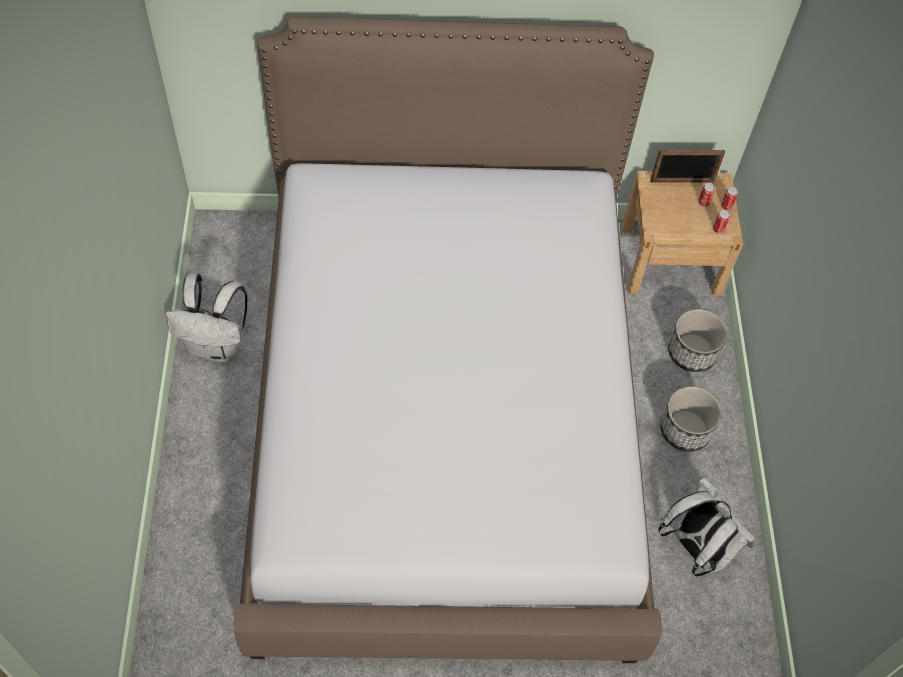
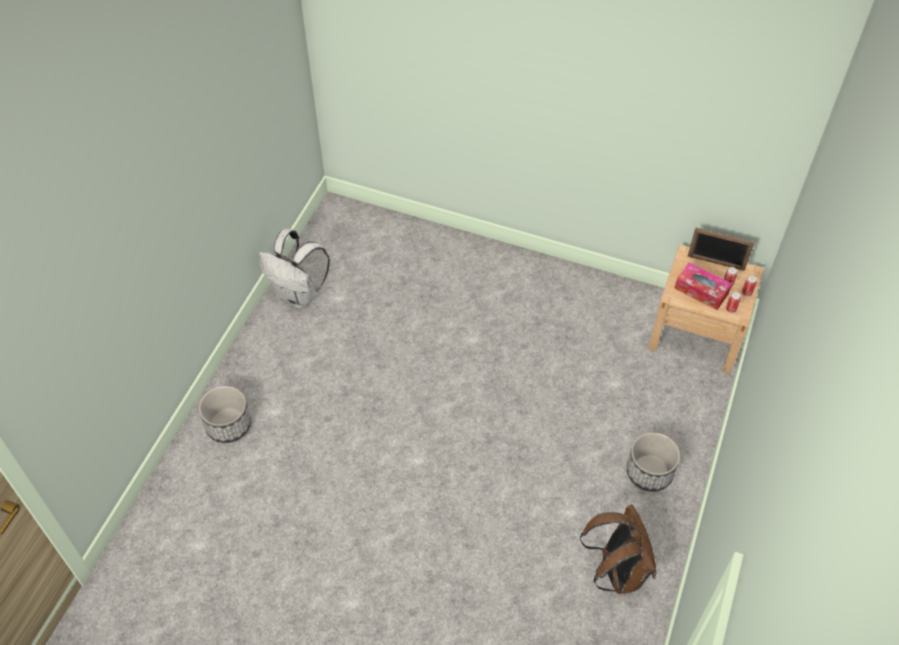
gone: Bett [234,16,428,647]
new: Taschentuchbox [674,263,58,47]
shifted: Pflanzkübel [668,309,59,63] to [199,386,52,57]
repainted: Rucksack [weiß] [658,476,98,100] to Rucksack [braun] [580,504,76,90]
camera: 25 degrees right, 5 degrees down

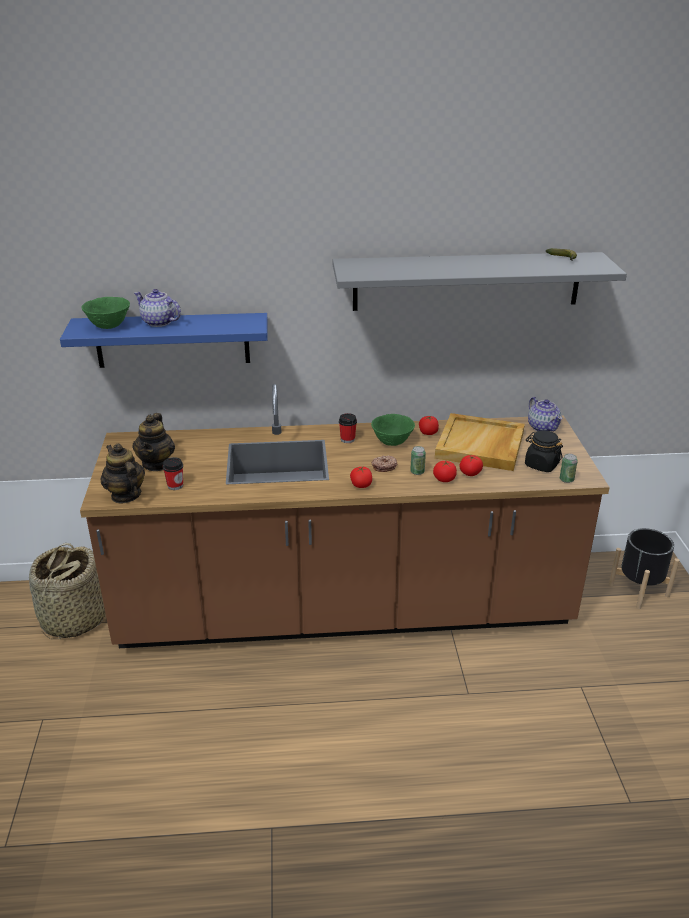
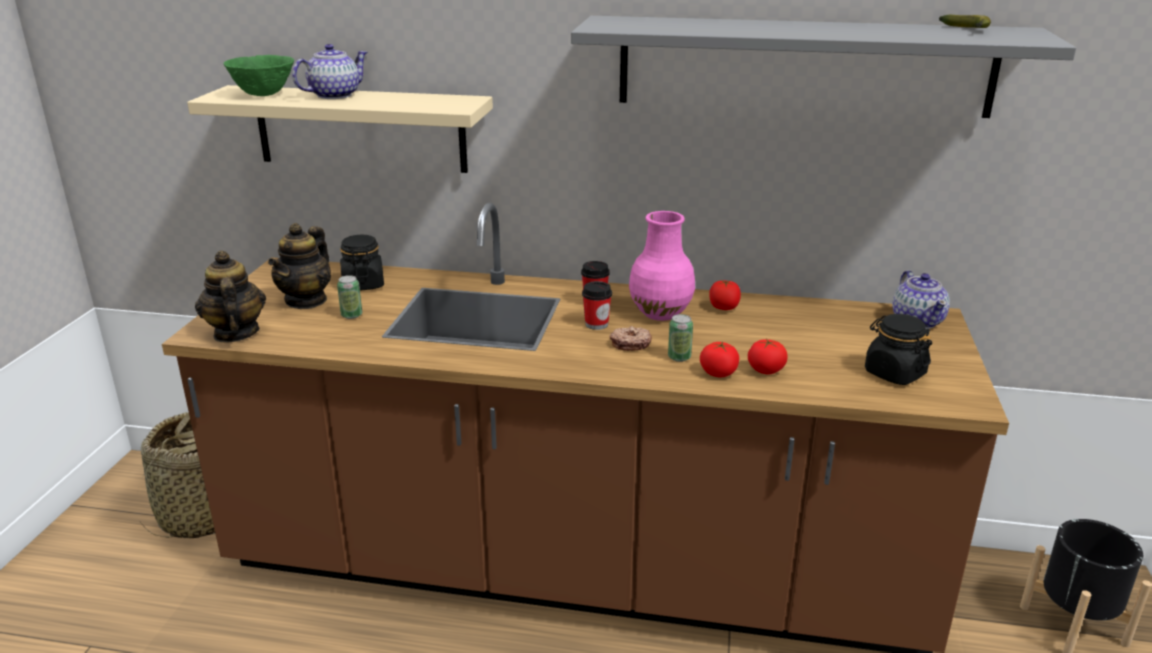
gone: Tomate [350,466,22,22]; Tablett [beige] [435,413,90,58]
new: Vorratsglas [schwarz] [340,235,44,56]
shifted: Tasse [163,457,20,33] to [582,281,30,49]; Dose [560,454,18,29] to [337,275,25,44]
swapped: Schüssel [grün] [371,414,44,32] to Vase [rosa] [629,211,66,110]
repainted: Wandregal [blau] [60,313,208,55] to Wandregal [beige] [187,85,306,88]
rotated: Teekanne [134,289,47,38] = [292,44,76,55] 90 degrees clockwise
camera: 15 degrees right, 5 degrees down

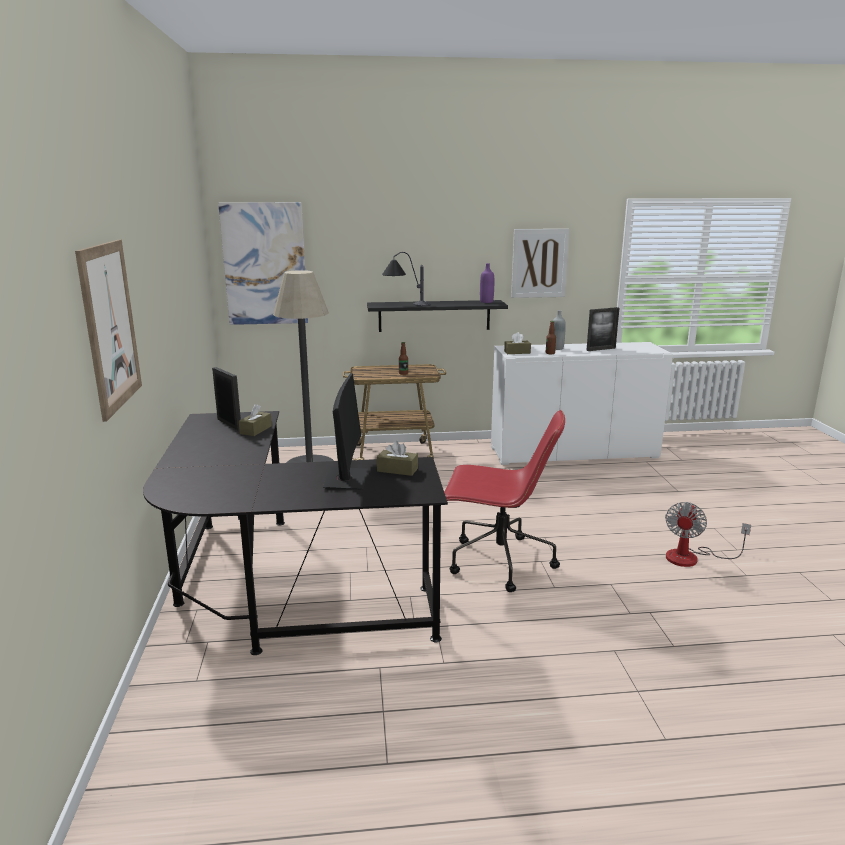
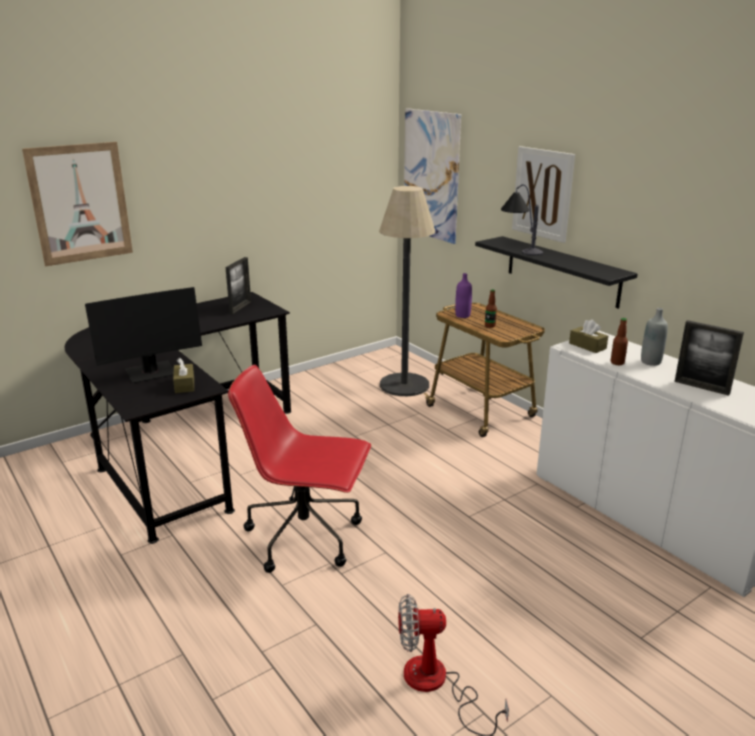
gone: Taschentuchbox [braun] [239,404,33,32]
shifted: Flasche [lila] [480,263,14,40] to [455,273,17,45]; Bild [511,229,59,69] to [512,146,63,97]
rotated: Bürostuhl [rot] [444,410,121,182] = [228,365,143,208] 120 degrees clockwise
camera: 60 degrees right, 5 degrees up

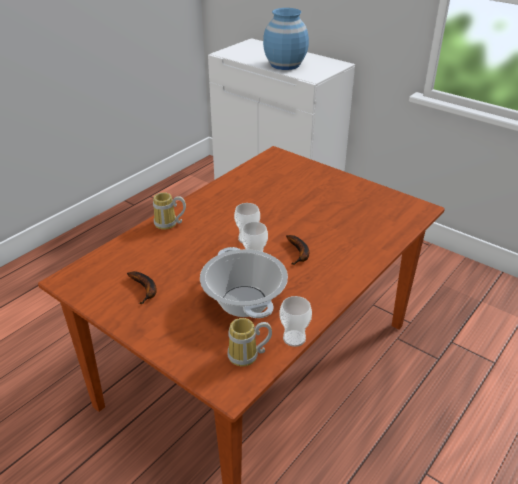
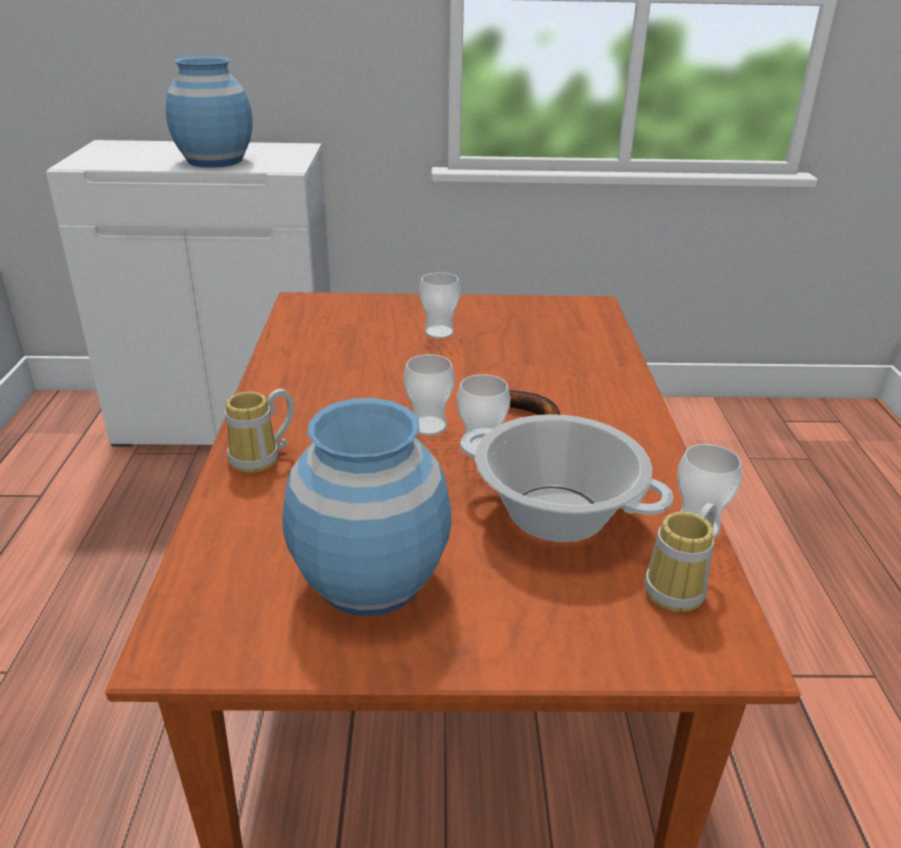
new: Tasse [419,272,41,67]
swapped: Banane [127,271,30,33] to Vase [blau] [282,398,169,218]
camera: 40 degrees left, 5 degrees down

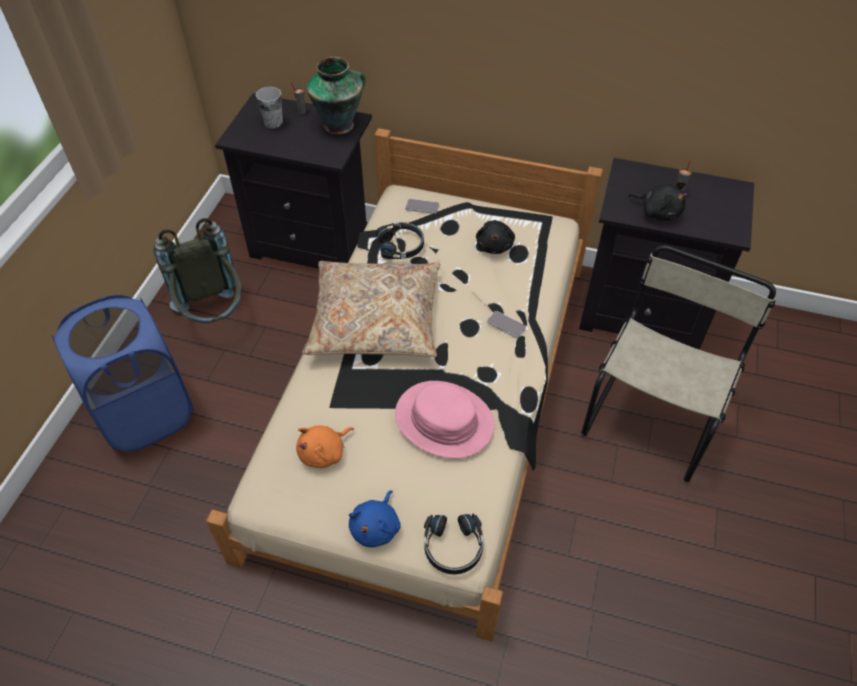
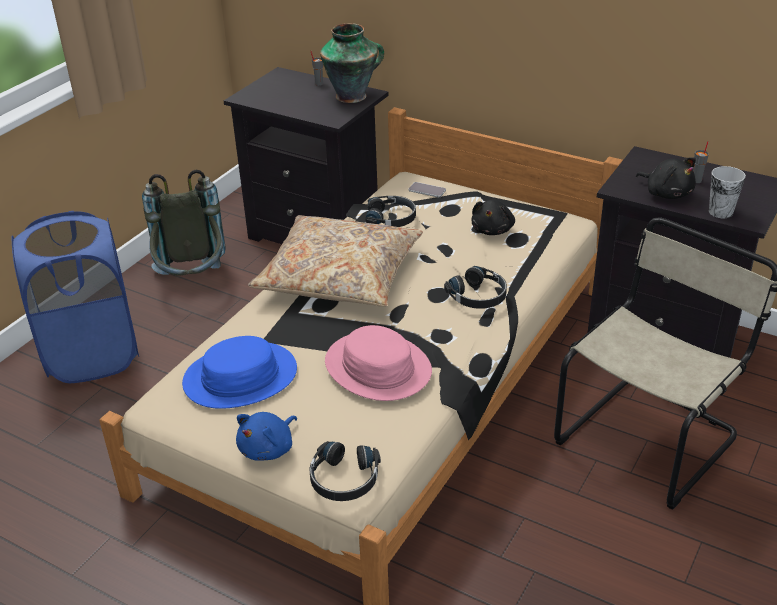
shifted: Tasse [256,87,27,41] to [709,166,37,52]
swapped: Plüschtier [orange] [296,426,58,42] to Hut [blau] [182,336,115,73]; Handy [487,311,39,27] to Kopfhörer [schwarz] [444,266,63,43]
camera: 15 degrees right, 15 degrees down

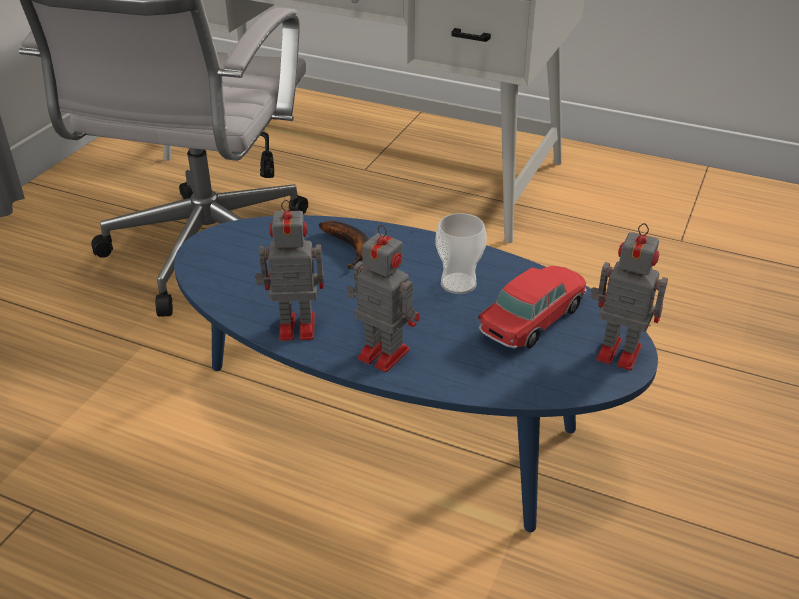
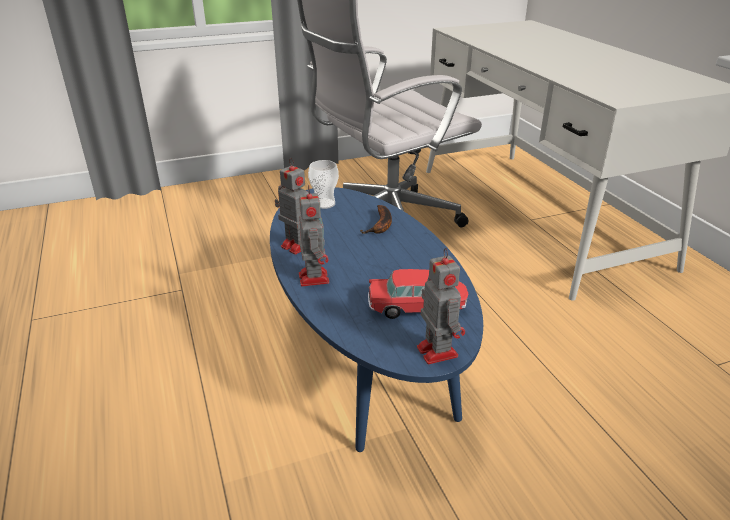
shifted: Tasse [435,213,52,81] to [308,160,31,49]
camera: 45 degrees right, 5 degrees down

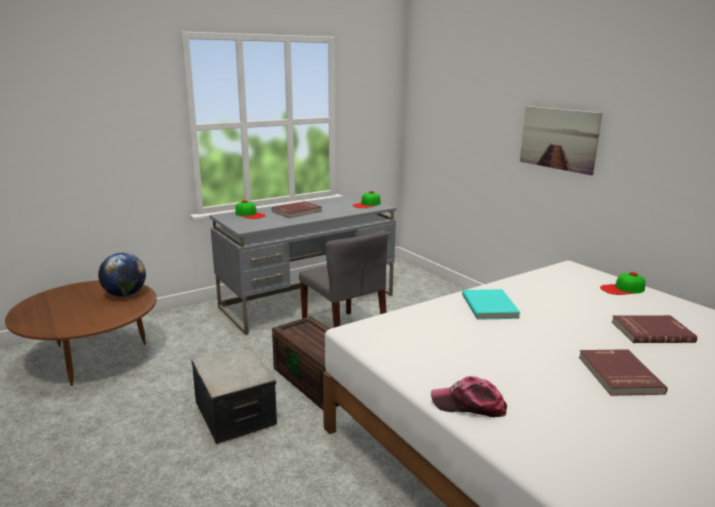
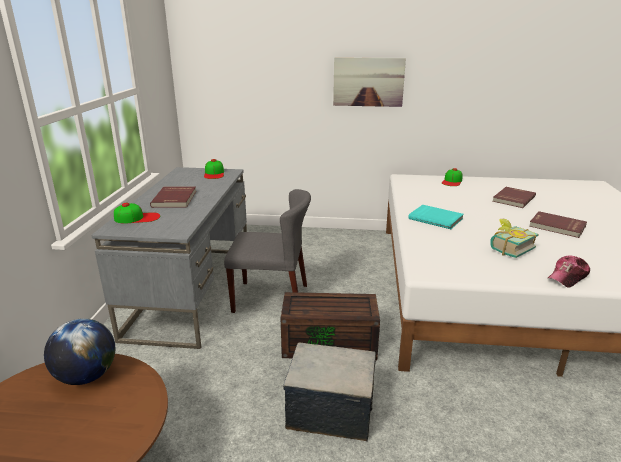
new: Buch [490,219,49,39]
camera: 50 degrees left, 5 degrees up

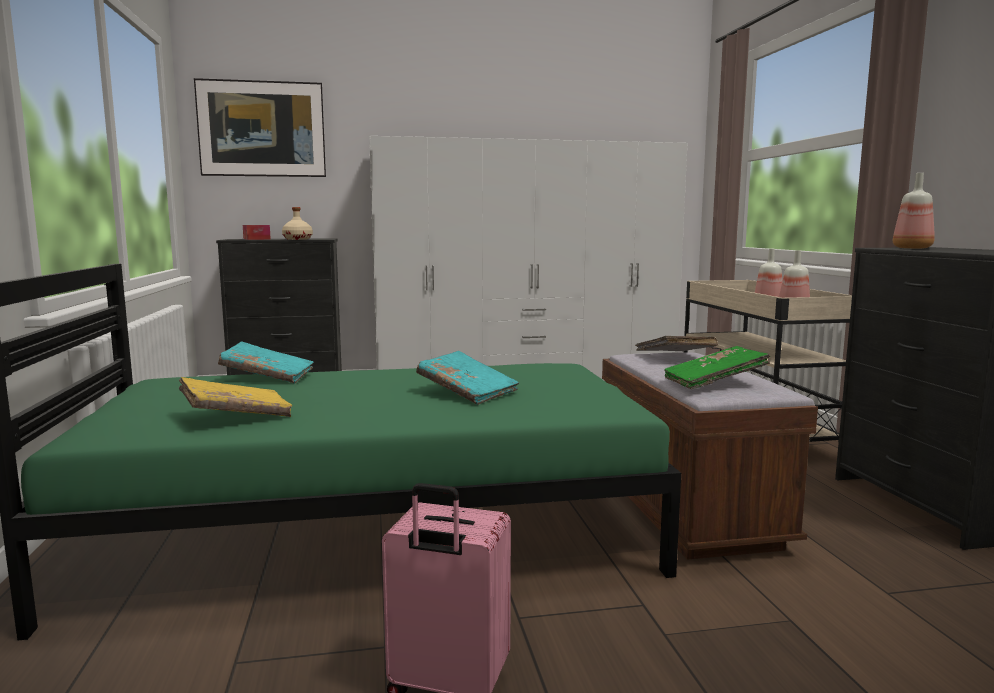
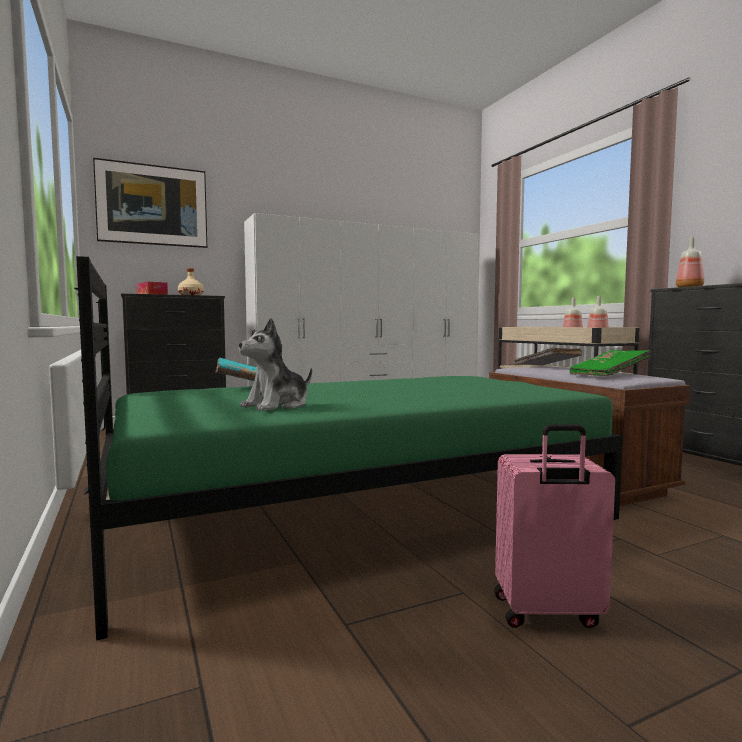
gone: Buch [türkis] [416,351,103,54]
swapped: Buch [gelb] [179,377,113,40] to Plüschtier [239,318,73,93]
camera: 15 degrees left, 5 degrees down

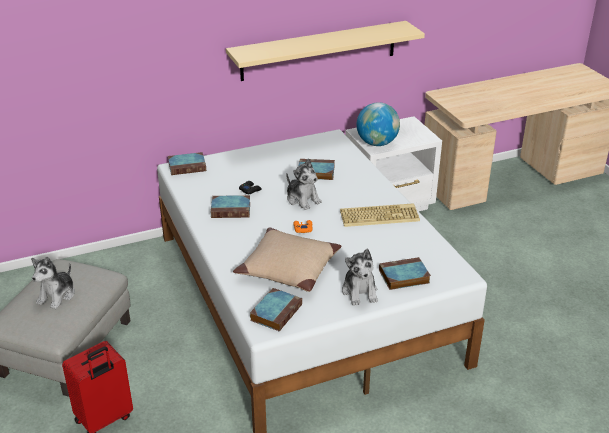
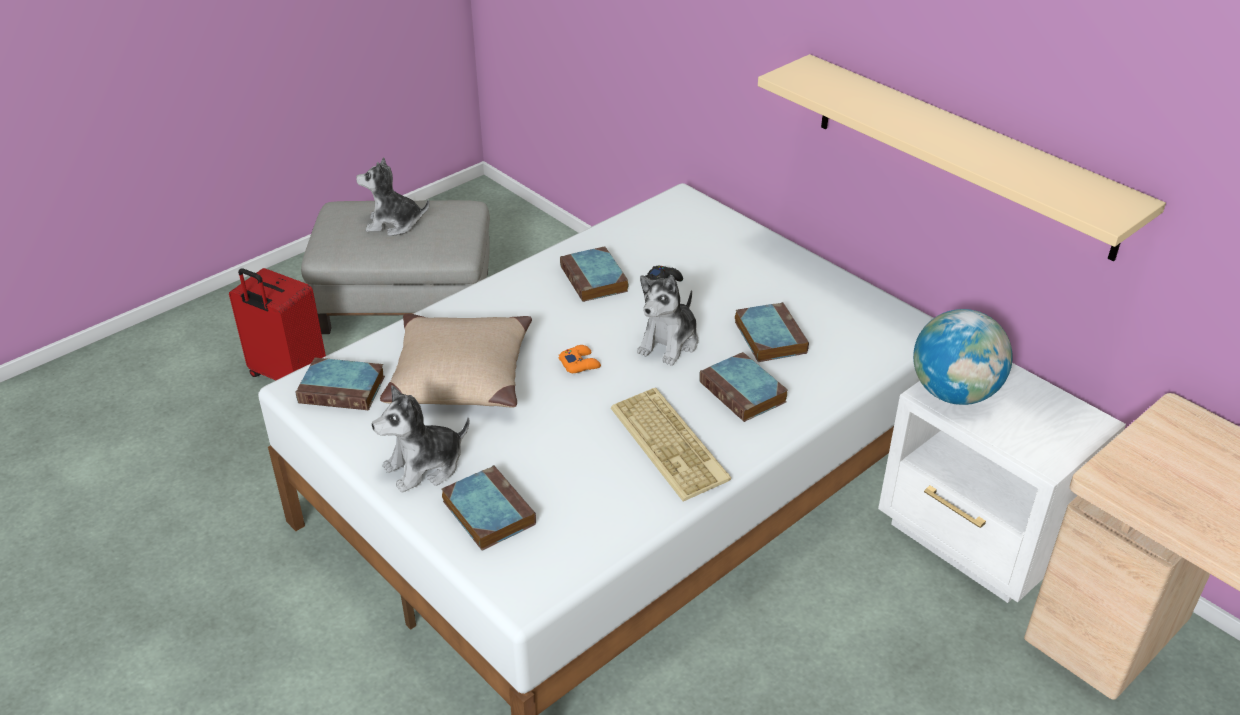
shifted: Buch [168,152,38,23] to [699,352,89,70]
camera: 70 degrees right, 5 degrees up

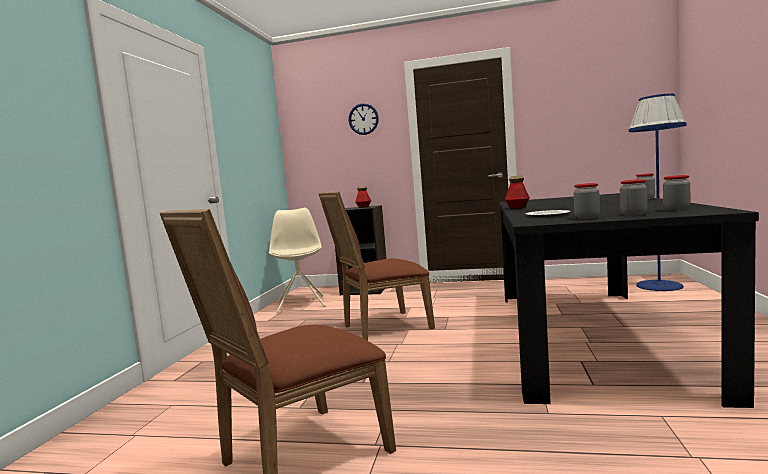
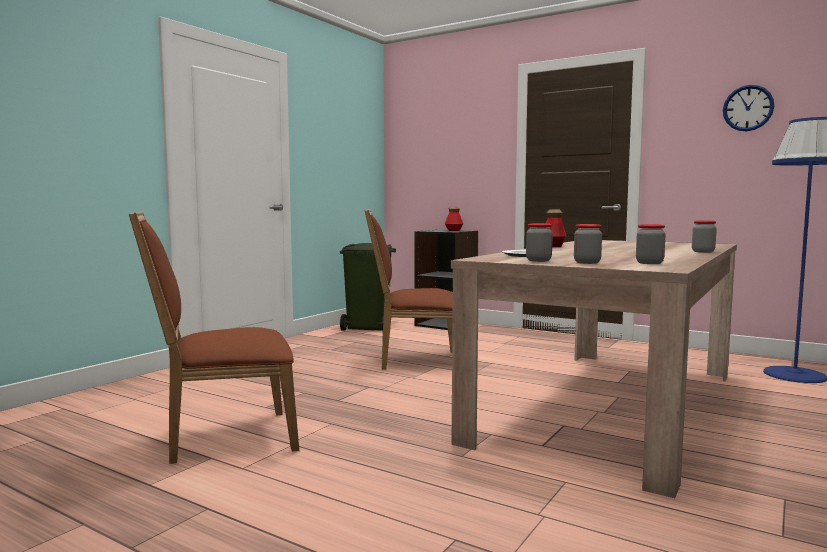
shifted: Wanduhr [349,103,30,32] to [723,85,51,46]
swapped: Stuhl [beige] [269,208,57,105] to Mülleimer [grün] [340,243,56,88]
repainted: Esstisch [schwarz] [499,193,260,215] to Esstisch [beige] [451,240,286,258]
camera: 20 degrees right, 0 degrees up

